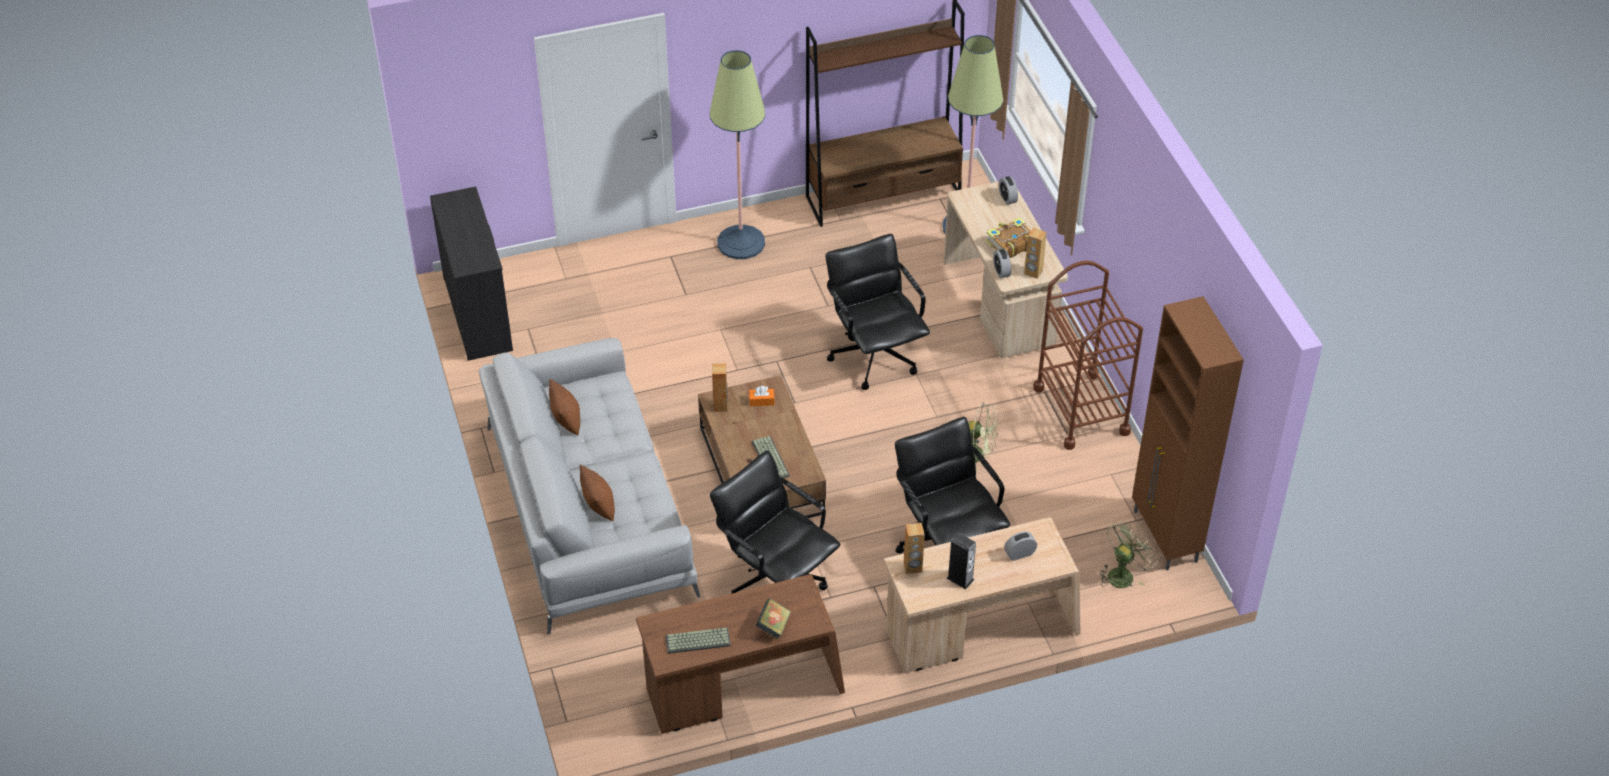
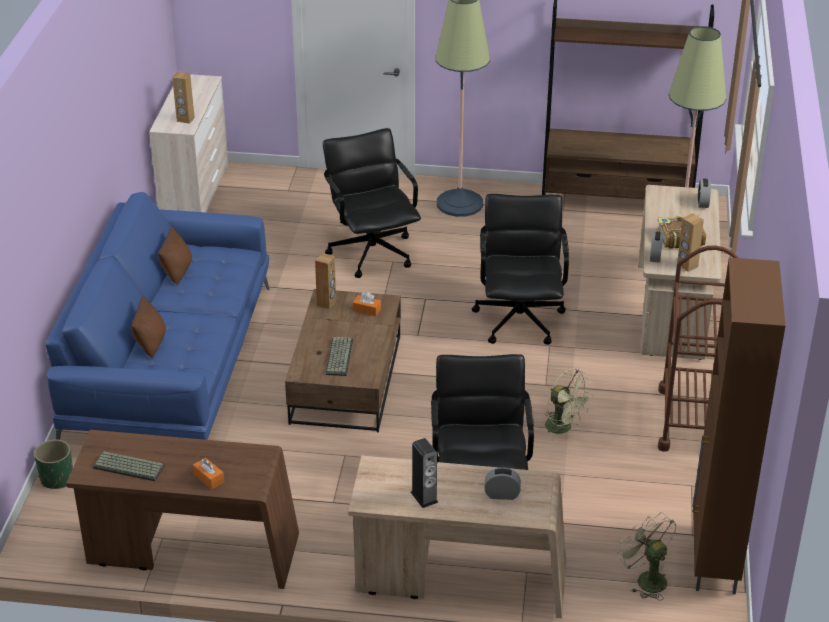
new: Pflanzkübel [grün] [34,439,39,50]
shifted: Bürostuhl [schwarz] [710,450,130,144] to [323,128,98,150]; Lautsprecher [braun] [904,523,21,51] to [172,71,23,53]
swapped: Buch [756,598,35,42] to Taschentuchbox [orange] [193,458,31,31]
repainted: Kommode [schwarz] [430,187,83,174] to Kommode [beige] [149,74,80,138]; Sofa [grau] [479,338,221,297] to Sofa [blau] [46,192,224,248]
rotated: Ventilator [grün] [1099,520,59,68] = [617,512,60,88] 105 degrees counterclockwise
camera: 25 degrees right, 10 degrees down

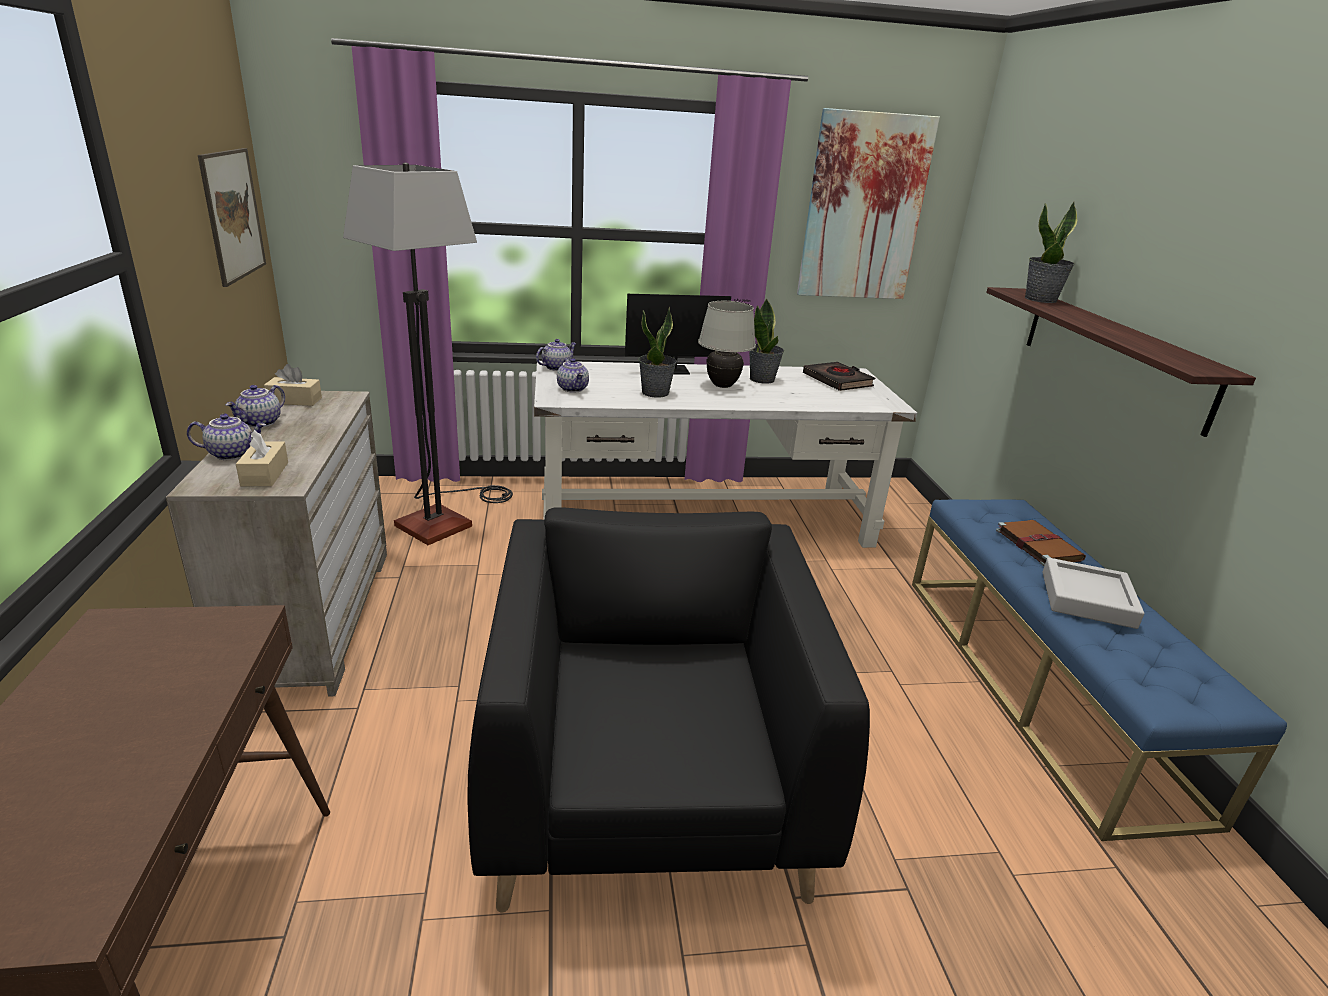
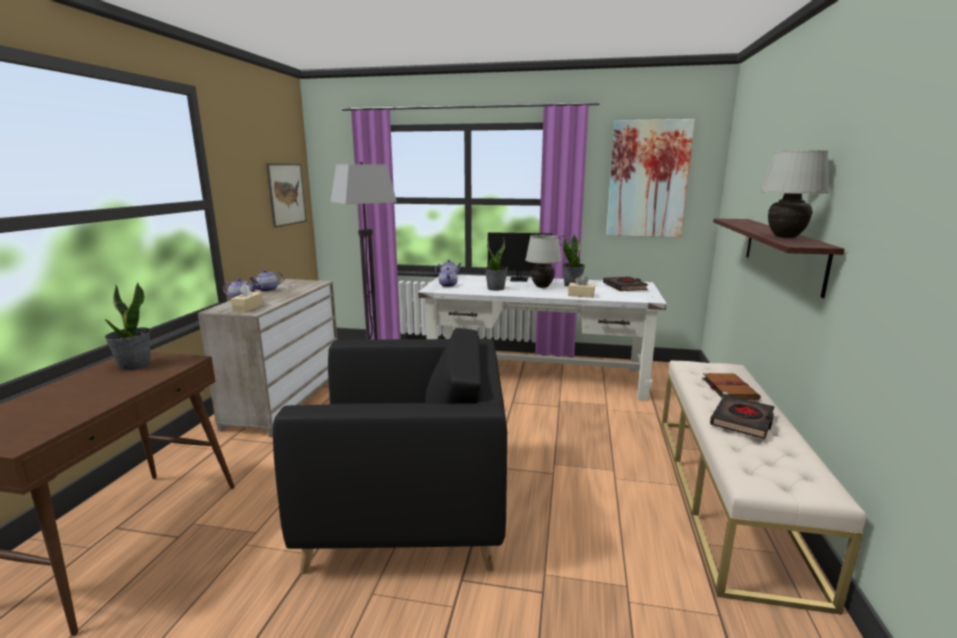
new: Tischlampe [weiß] [760,150,69,88]
shifted: Taschentuchbox [beige] [264,364,58,42] to [568,275,27,23]; Topfpflanze [1025,201,52,102] to [105,283,46,88]
swapped: Tablett [grau] [1042,558,102,71] to Buch [schwarz] [710,395,65,44]
repainted: Bank [blau] [912,499,375,342] to Bank [beige] [662,360,204,255]
rotated: Sessel [schwarz] [467,507,403,406] = [273,328,234,246] 75 degrees clockwise
camera: 20 degrees right, 10 degrees down

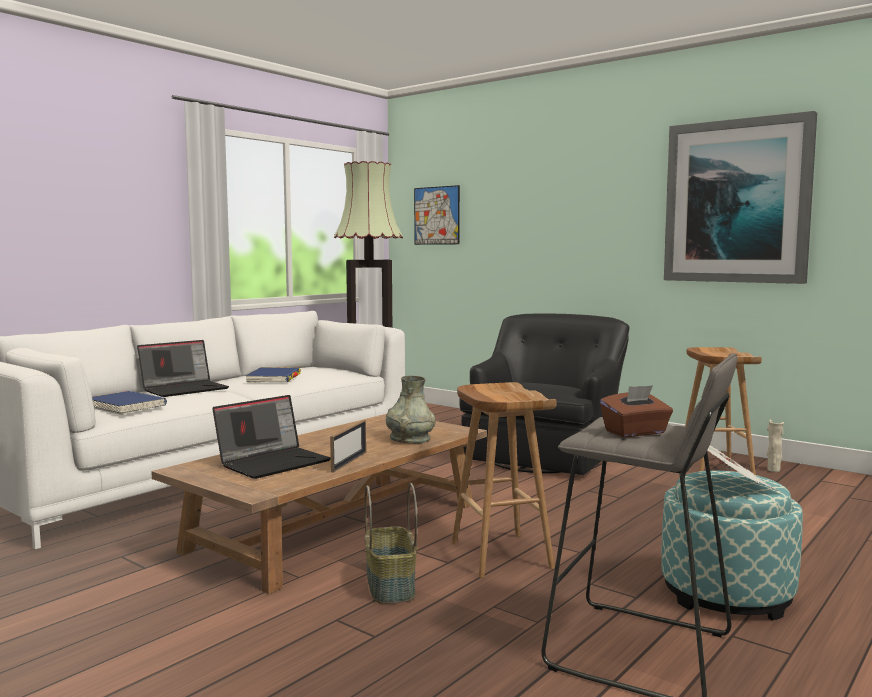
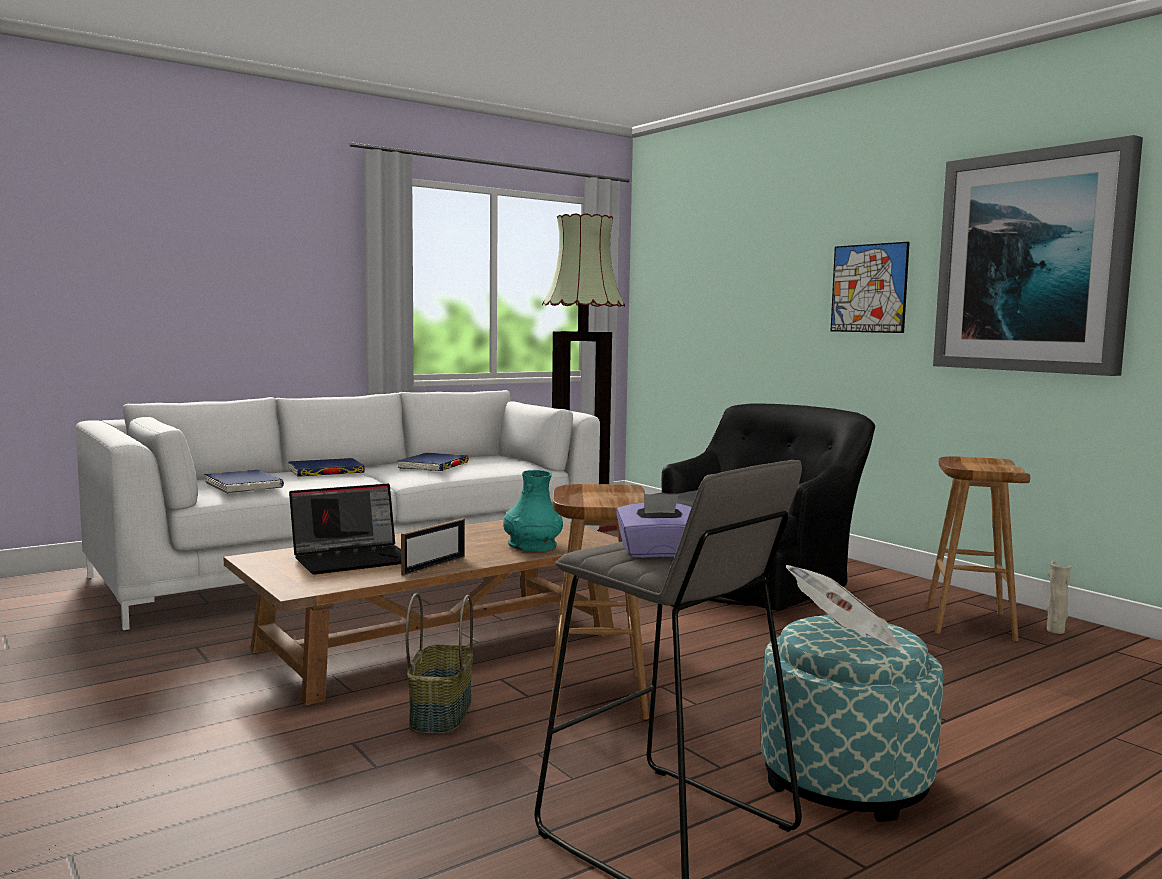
shifted: Bild [414,185,46,60] to [830,242,80,91]
swapped: Laptop [137,340,92,57] to Buch [blau] [288,458,77,19]
repainted: Vase [grau] [386,375,50,69] to Vase [türkis] [503,470,60,82]; Taschentuchbox [braun] [600,385,73,52] to Taschentuchbox [lila] [616,494,76,64]
camera: 15 degrees right, 0 degrees up

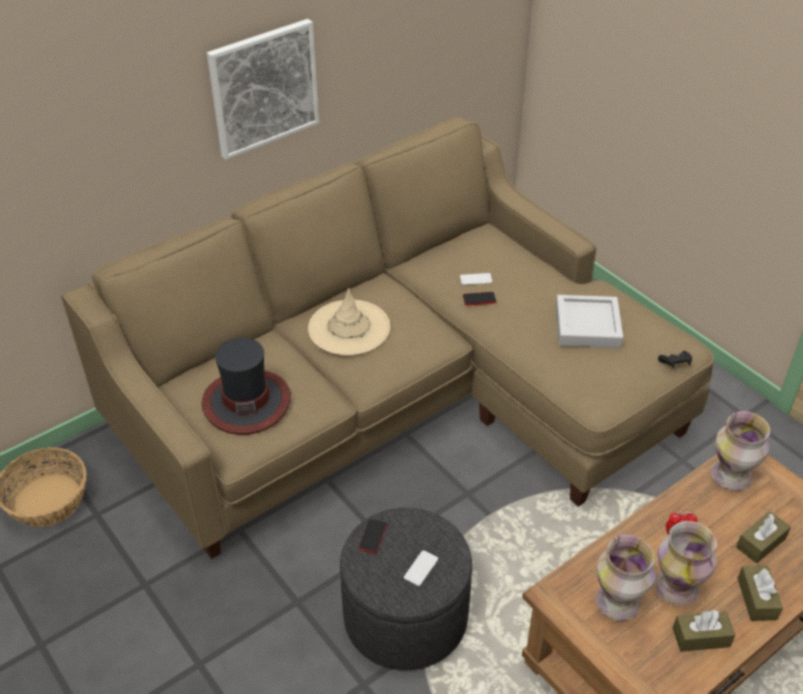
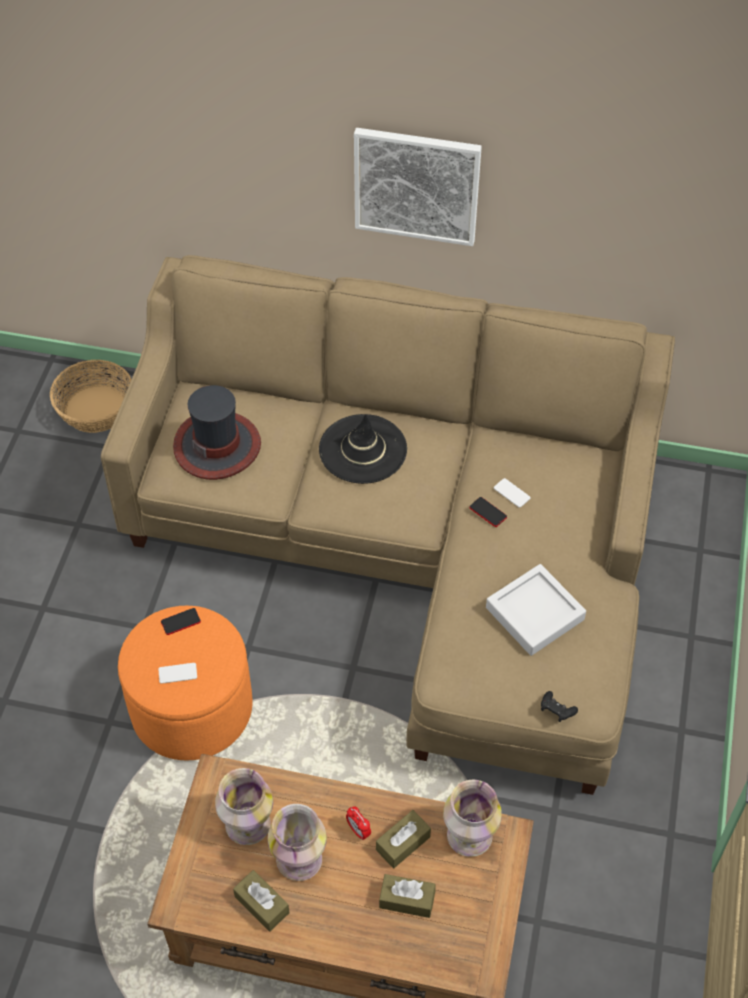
shifted: Taschentuchbox [braun] [737,565,46,56] to [376,810,55,58]
repainted: Hut [beige] [308,288,82,68] to Hut [schwarz] [319,414,88,70]; Polsterhocker [grau] [340,507,132,163] to Polsterhocker [orange] [118,606,134,155]
camera: 50 degrees right, 10 degrees up

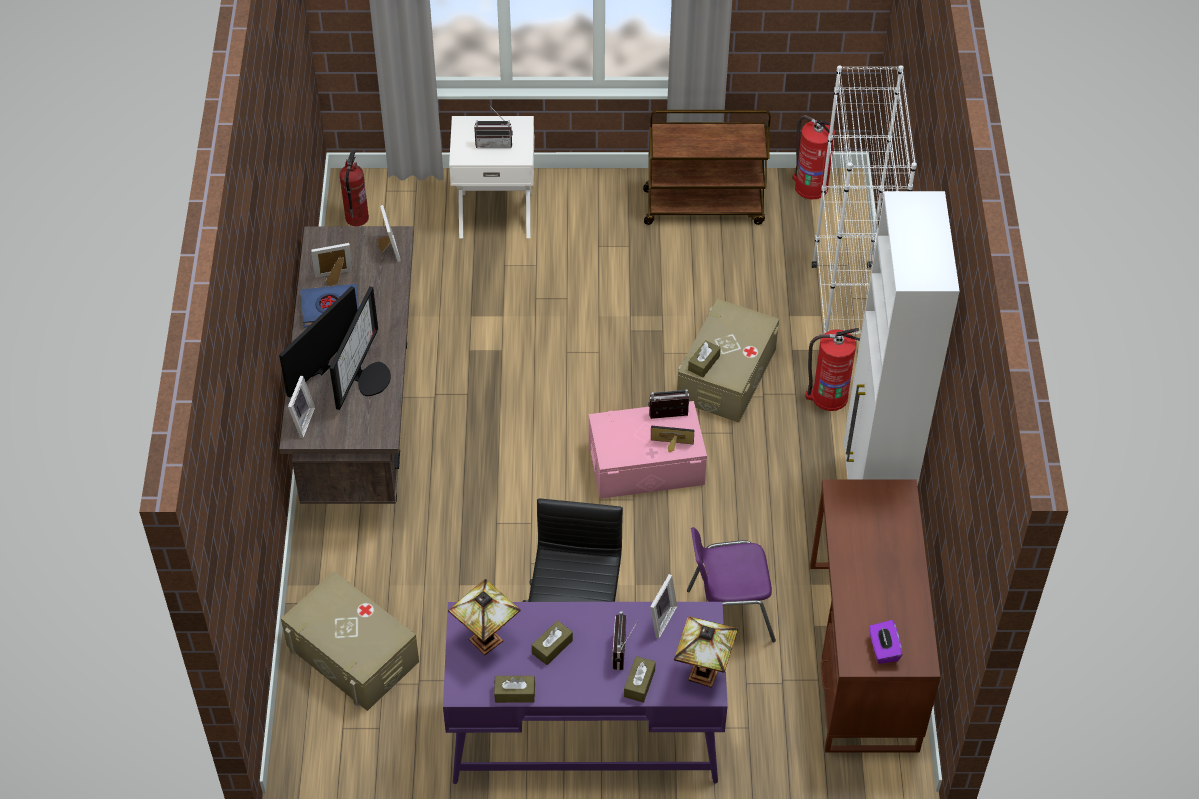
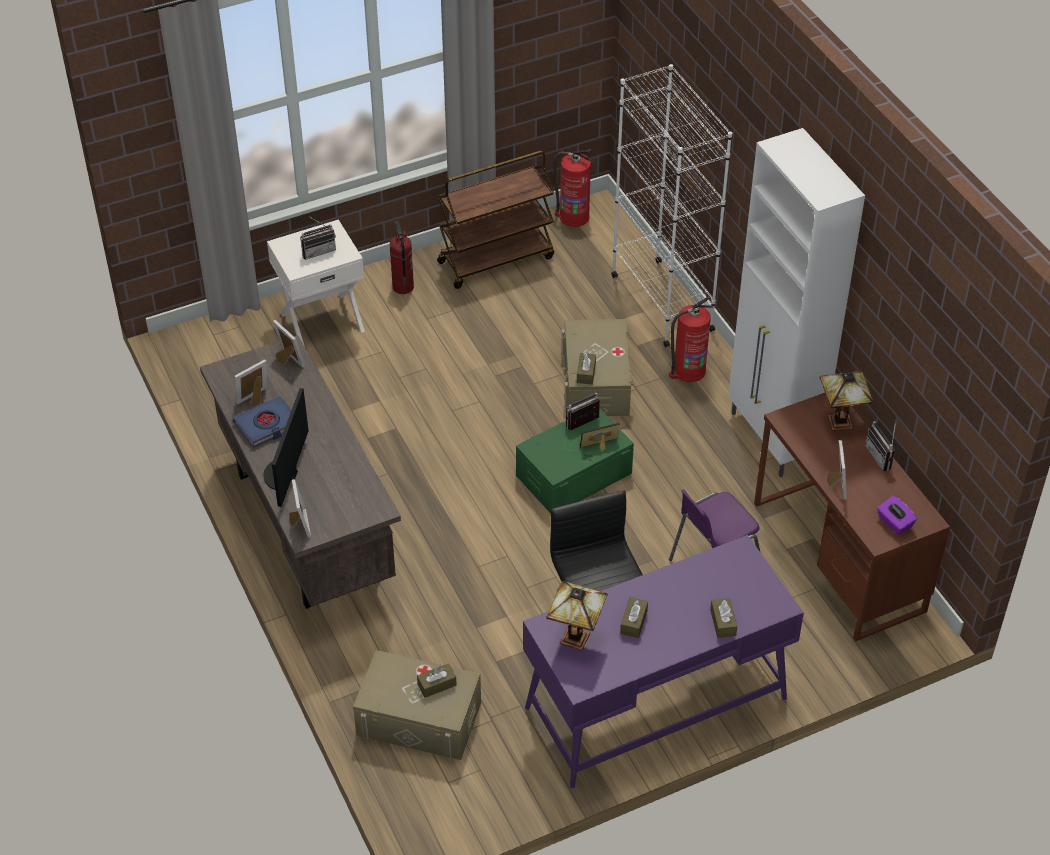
gone: Monitor [330,286,61,124]
shifted: Feuerlöscher [340,149,29,77] to [390,221,24,73]; Taschentuchbox [braun] [494,676,41,27] to [417,663,40,35]; Radio [612,612,27,58] to [865,420,31,51]; Bilderrahmen [650,574,27,65] to [827,440,20,60]; Tischlampe [674,616,64,71] to [820,371,53,60]
repainted: Aufbewahrungsbox [rosa] [589,401,118,98] to Aufbewahrungsbox [grün] [516,410,118,102]
camera: 25 degrees left, 5 degrees down

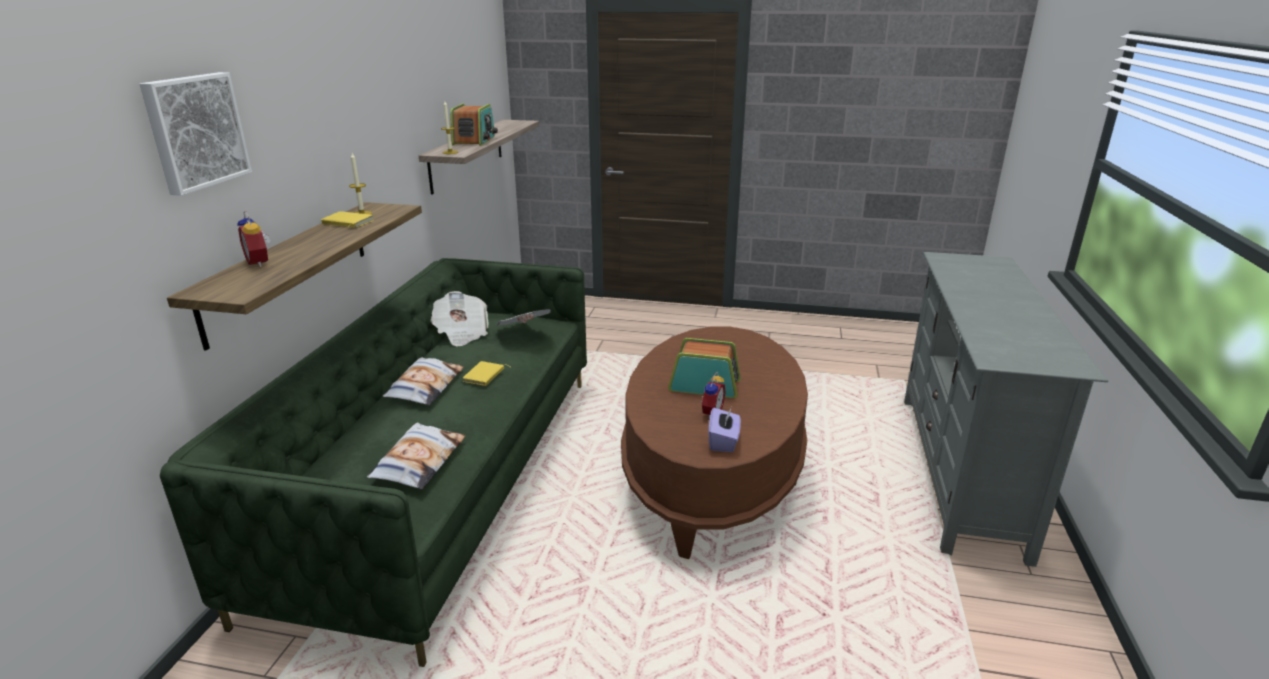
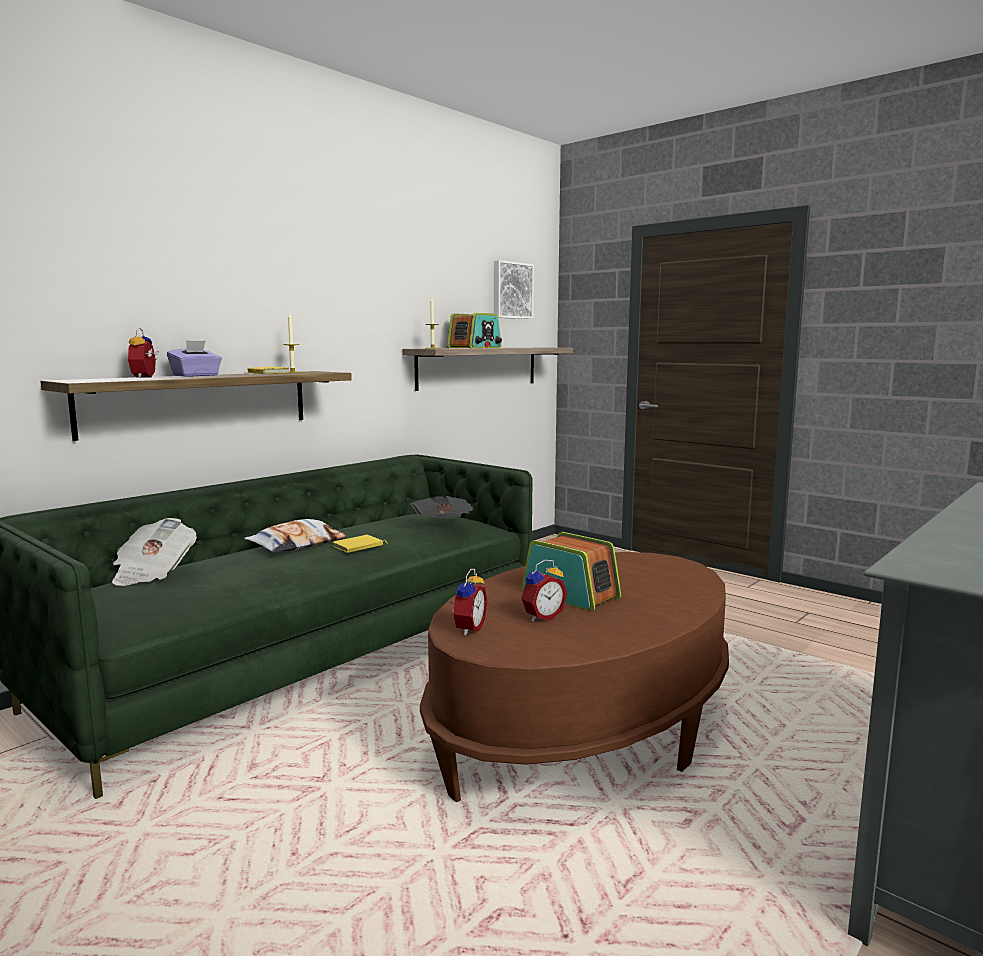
gone: Kissen [367,423,98,67]
new: Wecker [451,569,36,66]
shifted: Bild [139,72,113,124] to [494,260,40,59]; Zeitung [430,291,59,56] to [112,518,85,68]; Taschentuchbox [lila] [708,408,33,44] to [167,340,55,37]
camera: 30 degrees right, 15 degrees down

